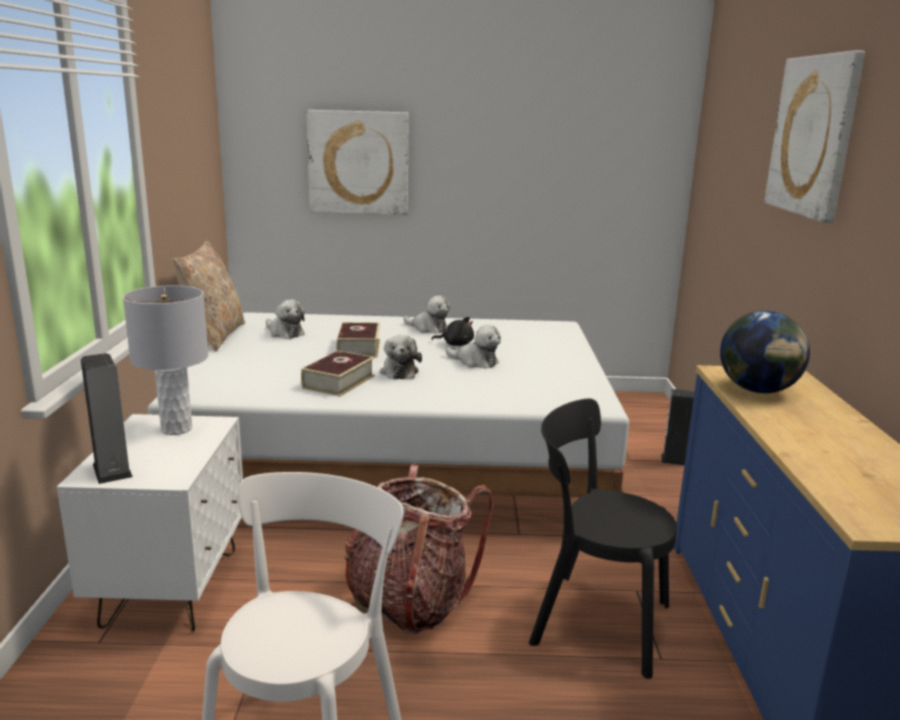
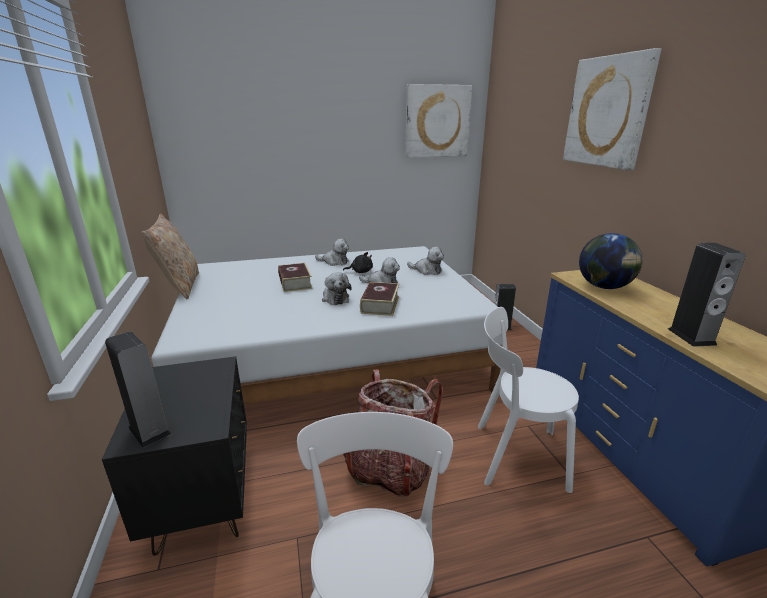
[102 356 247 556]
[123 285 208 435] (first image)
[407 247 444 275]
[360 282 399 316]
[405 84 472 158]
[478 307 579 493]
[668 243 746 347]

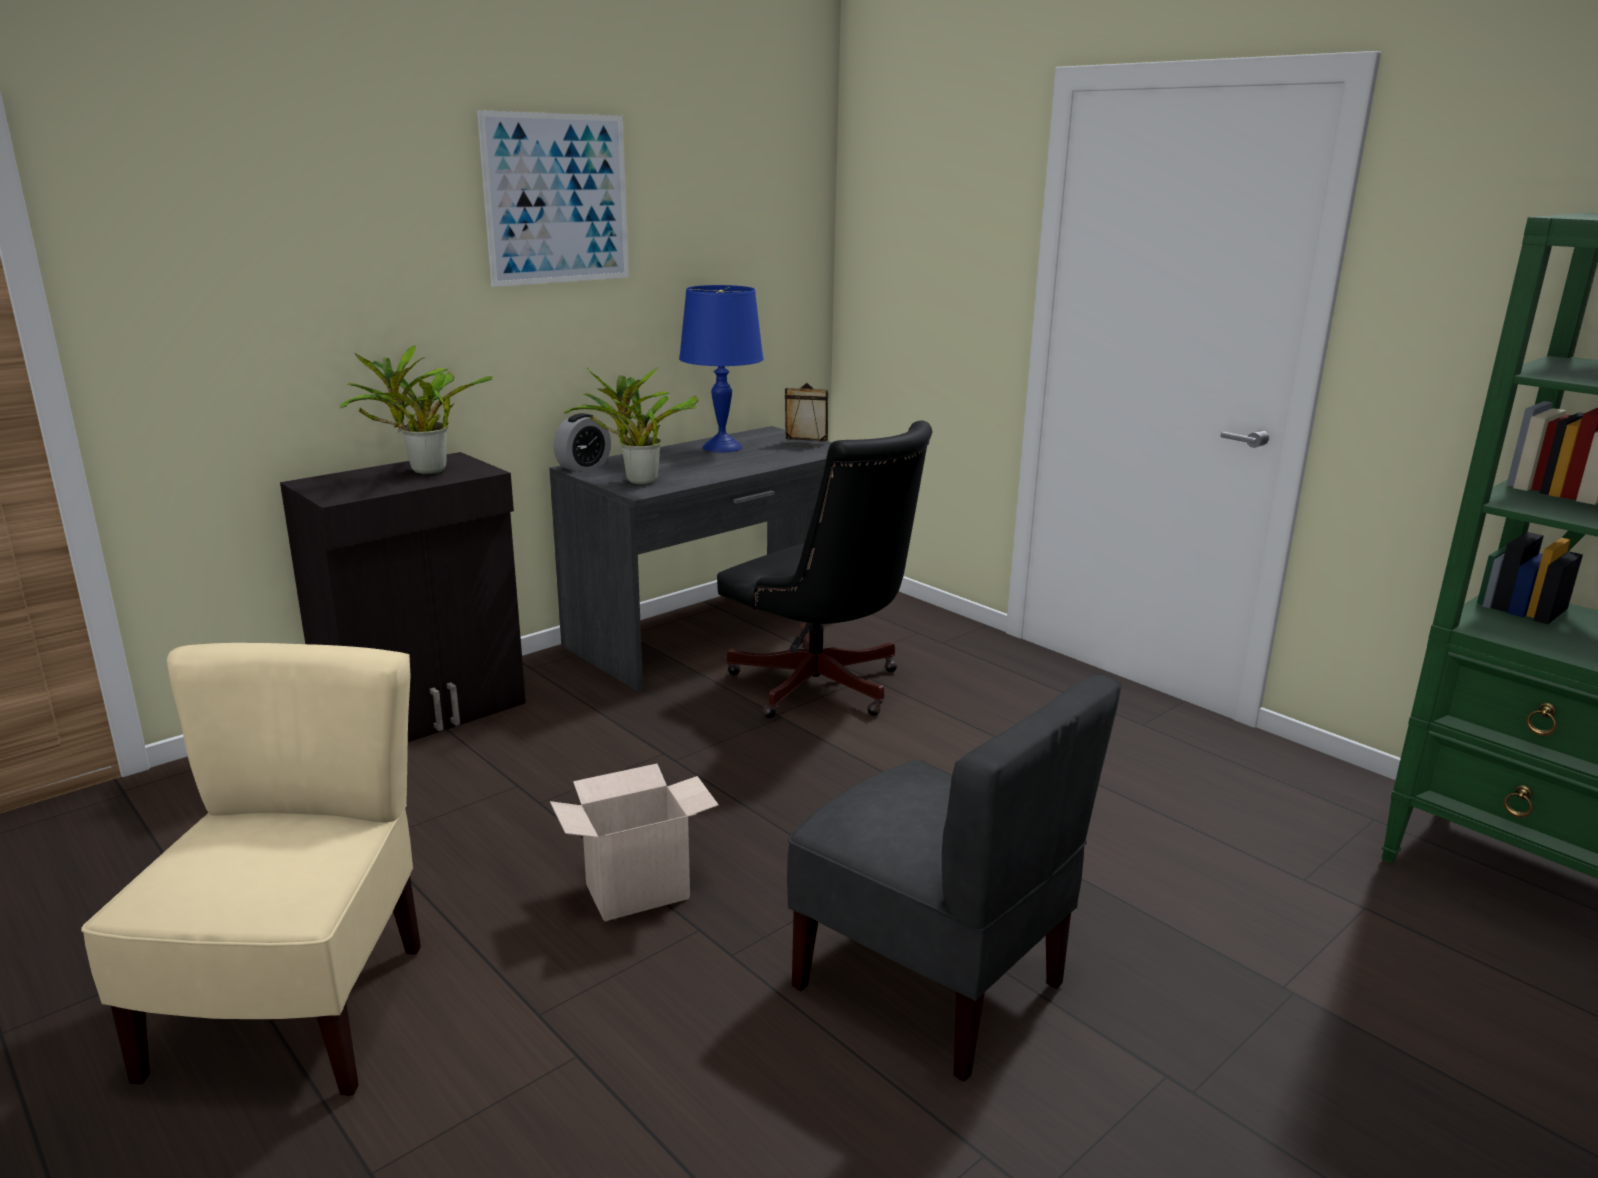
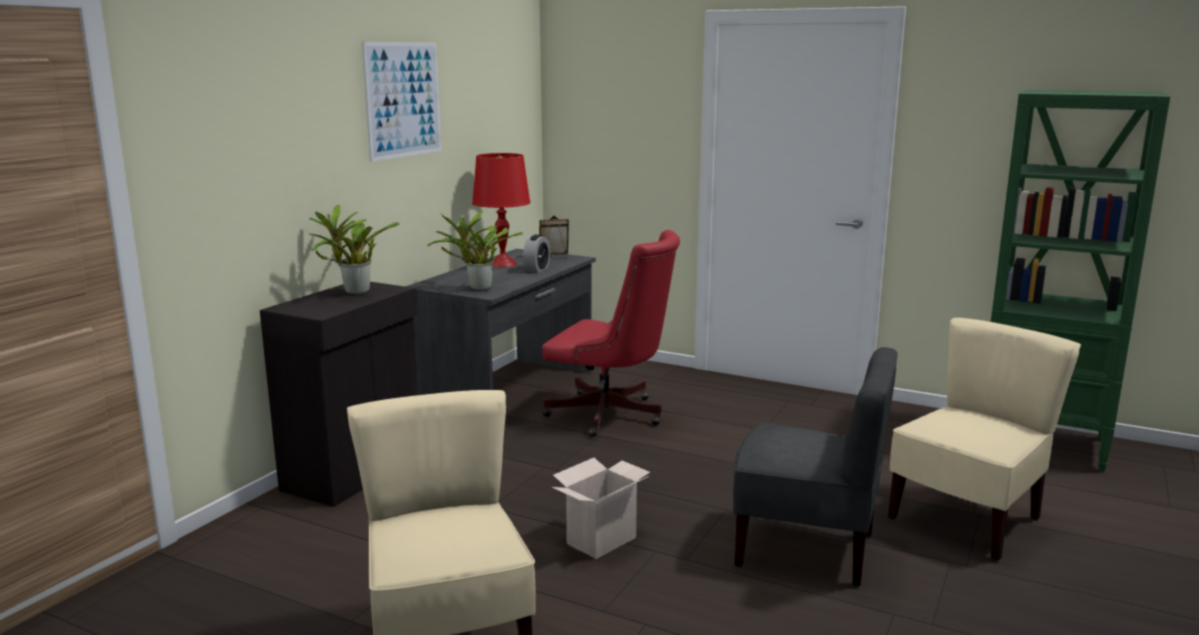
[523 234 551 273]
[472 153 530 267]
[542 230 680 437]
[888 318 1081 561]

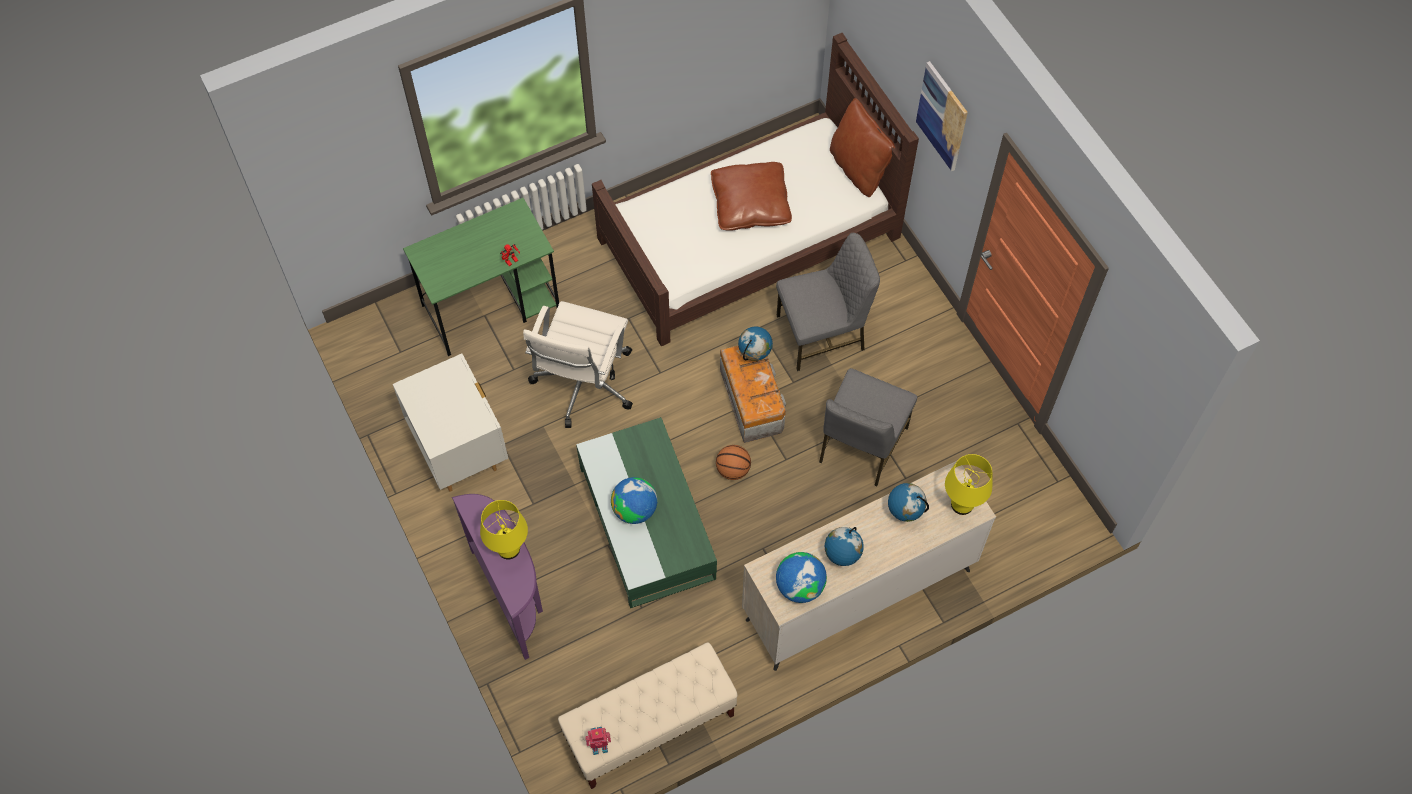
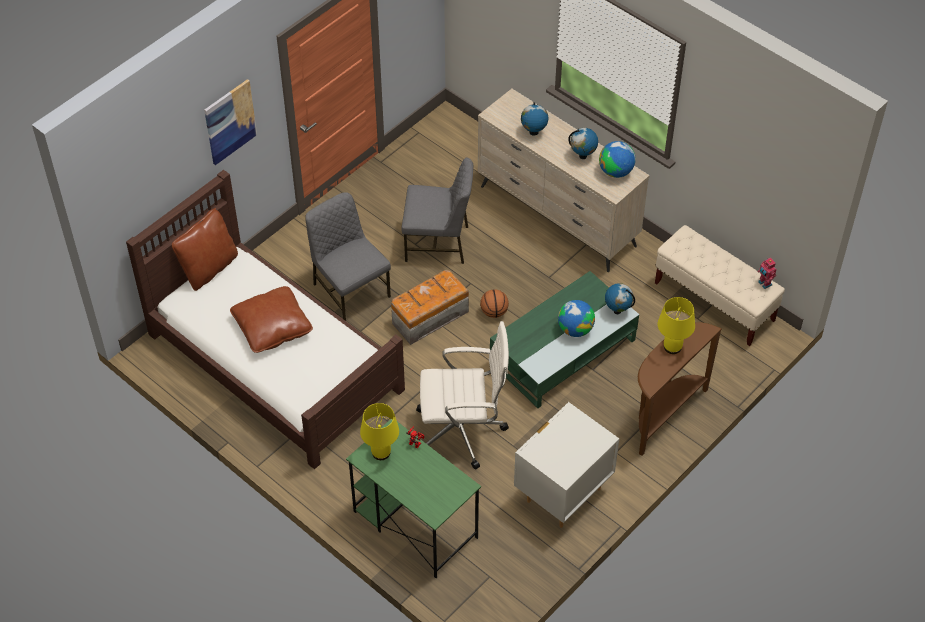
[638 322 722 456]
[605 283 635 314]
[360 403 399 460]

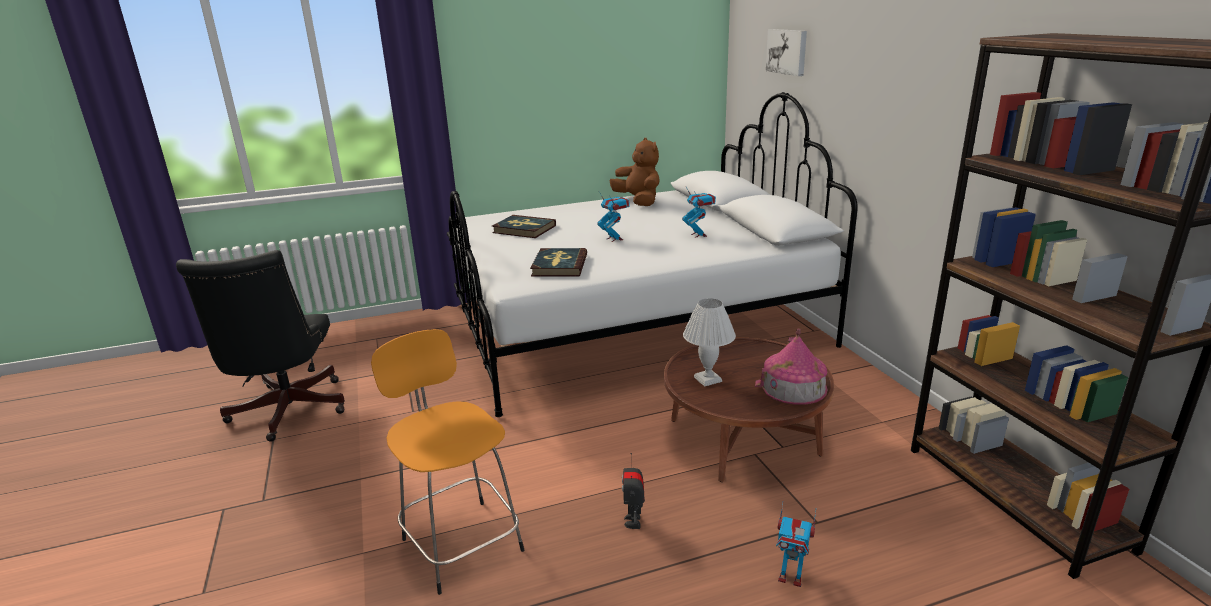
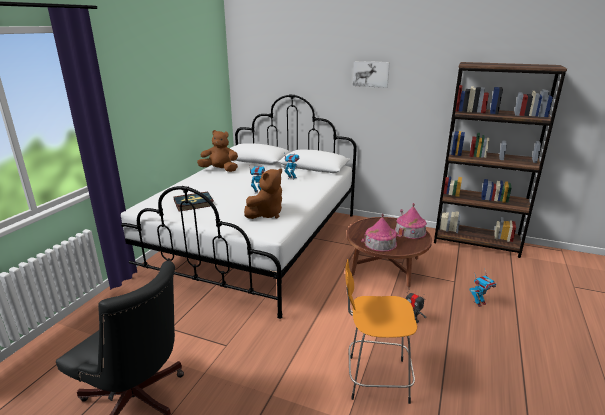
[244 168 282 219]
[361 214 397 252]
[353 61 390 88]

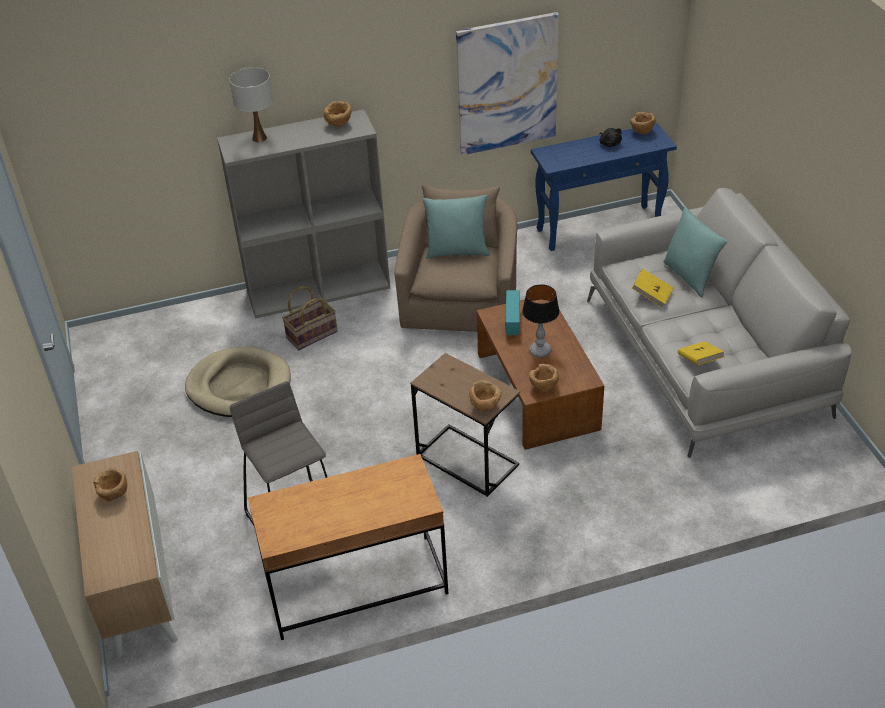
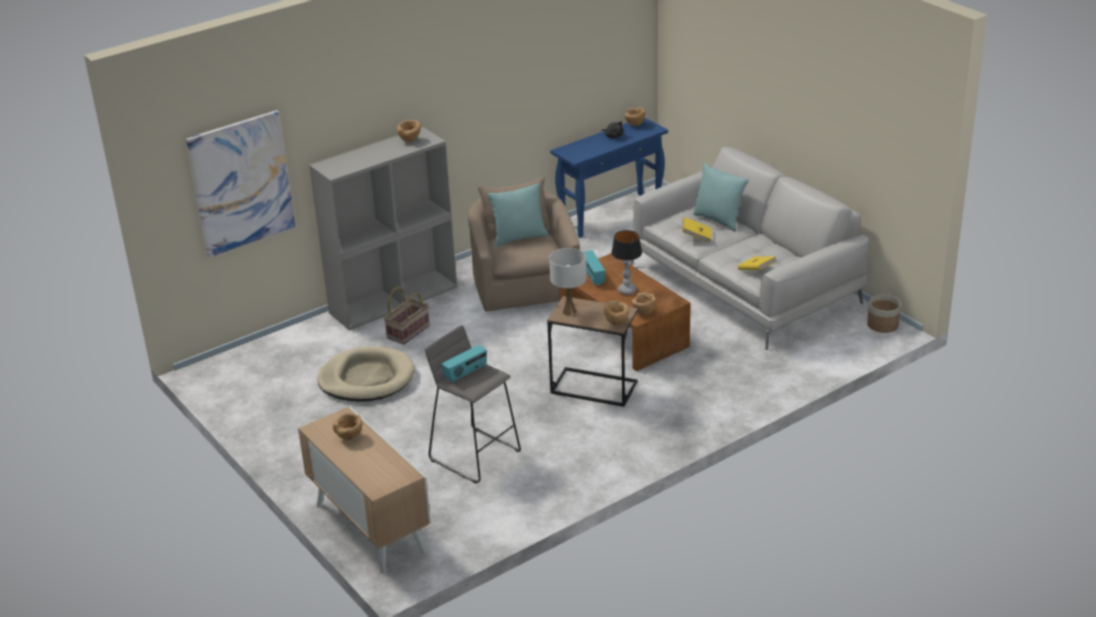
[549 248 587 316]
[248 454 448 640] (first image)
[186 110 295 257]
[441 345 487 383]
[867 295 901 333]

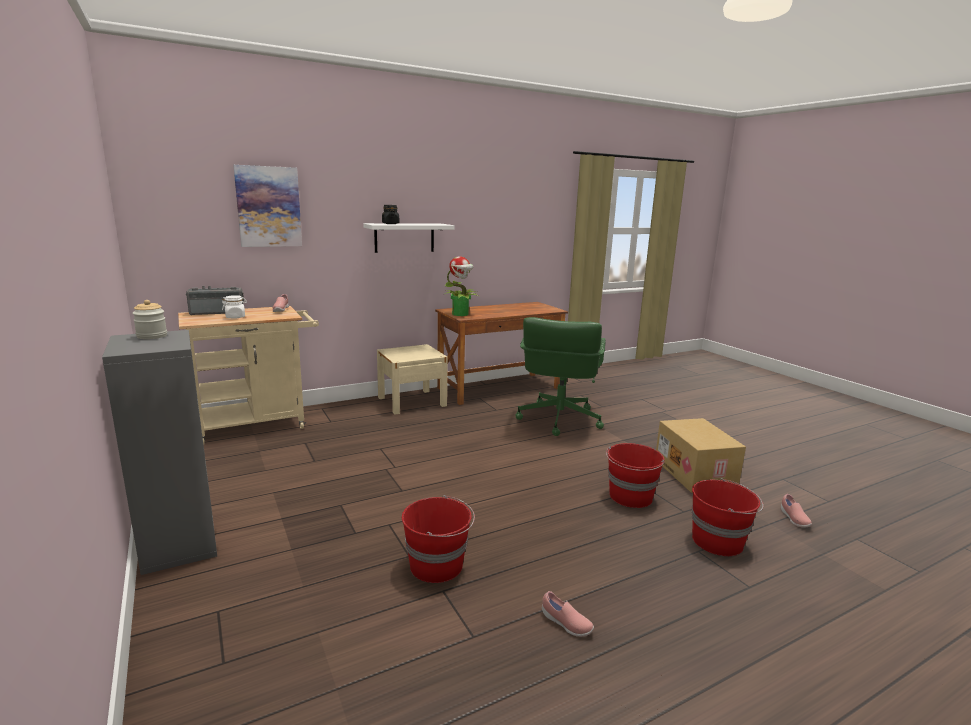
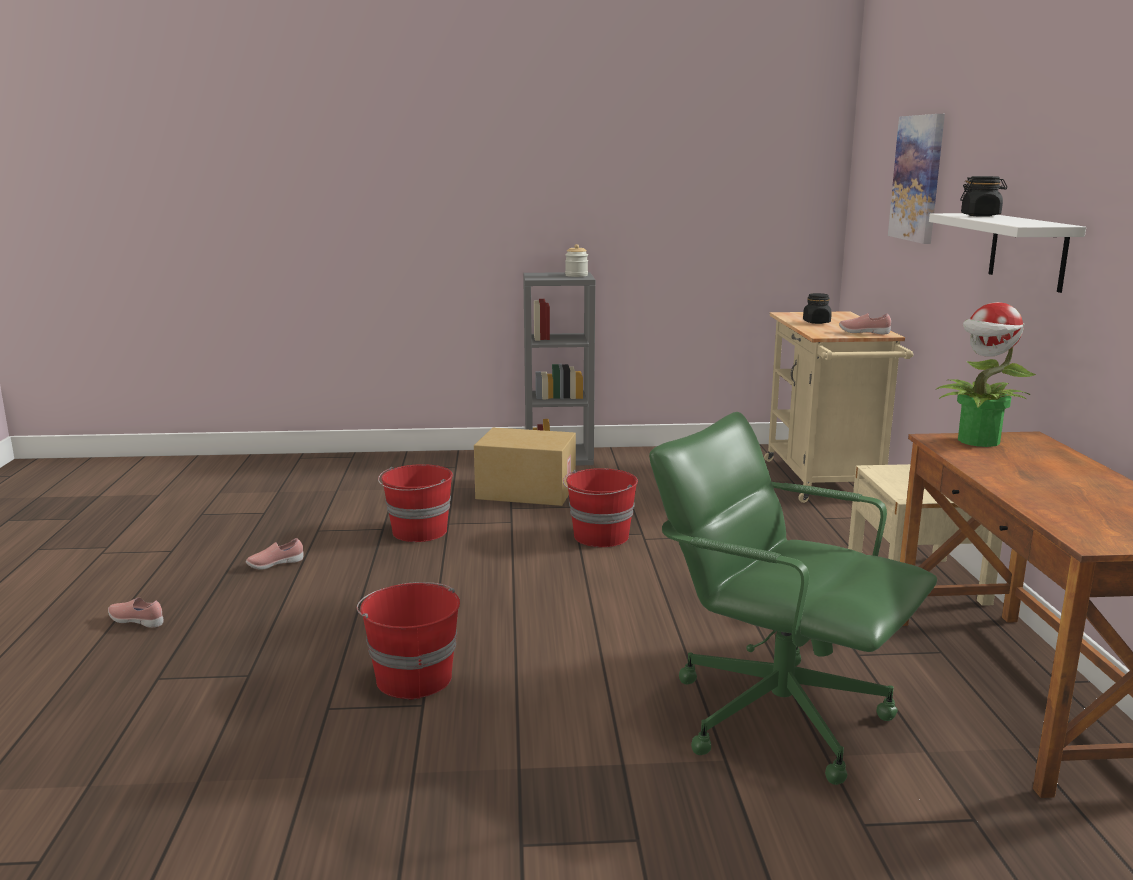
[186 286 244 315] (first image)
[803 293 832 324]
[474 427 576 506]
[563 468 638 547]
[108 598 164 628]

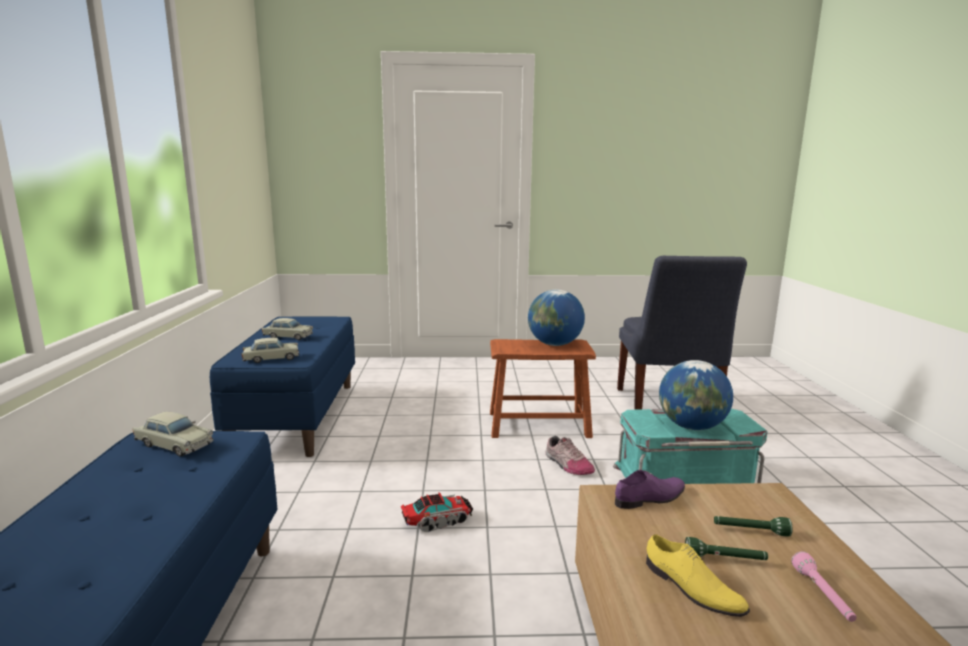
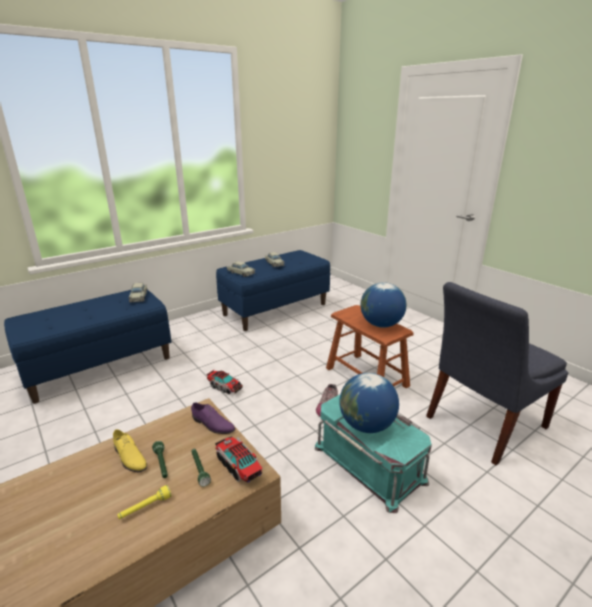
[113 429 147 472]
[117 485 171 519]
[215 436 263 483]

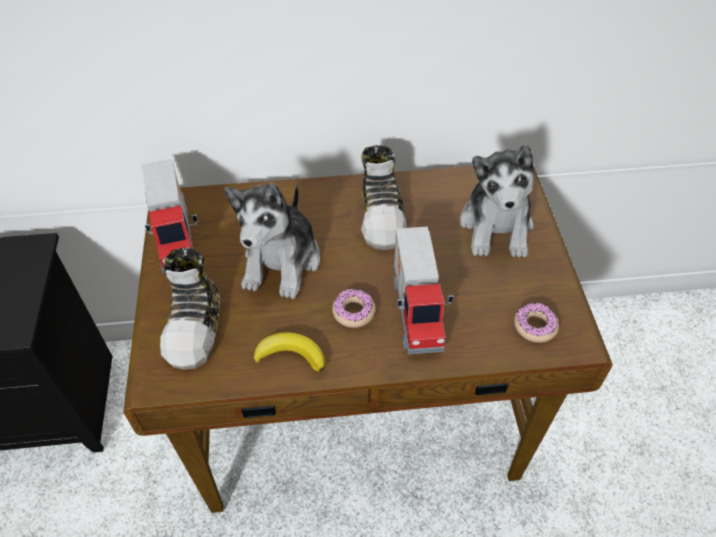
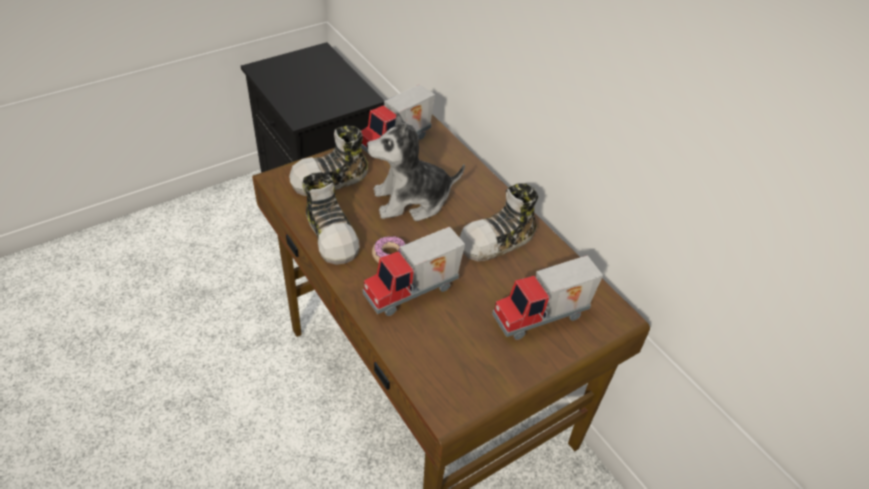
[302 172 360 265]
[492 255 603 340]
[514 303 559 343] (first image)

